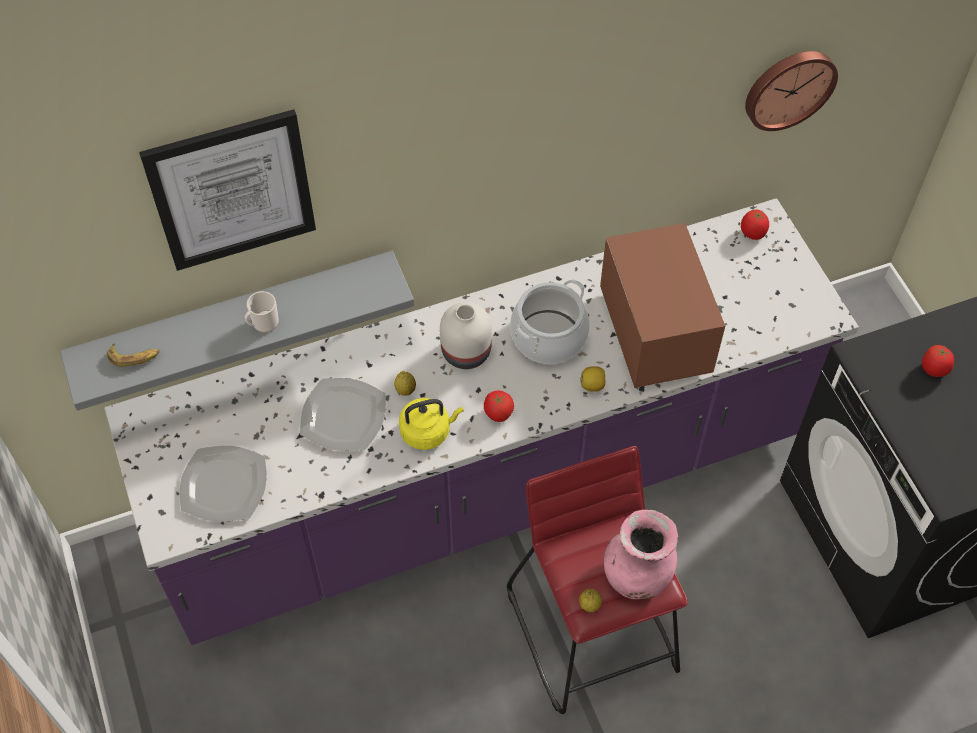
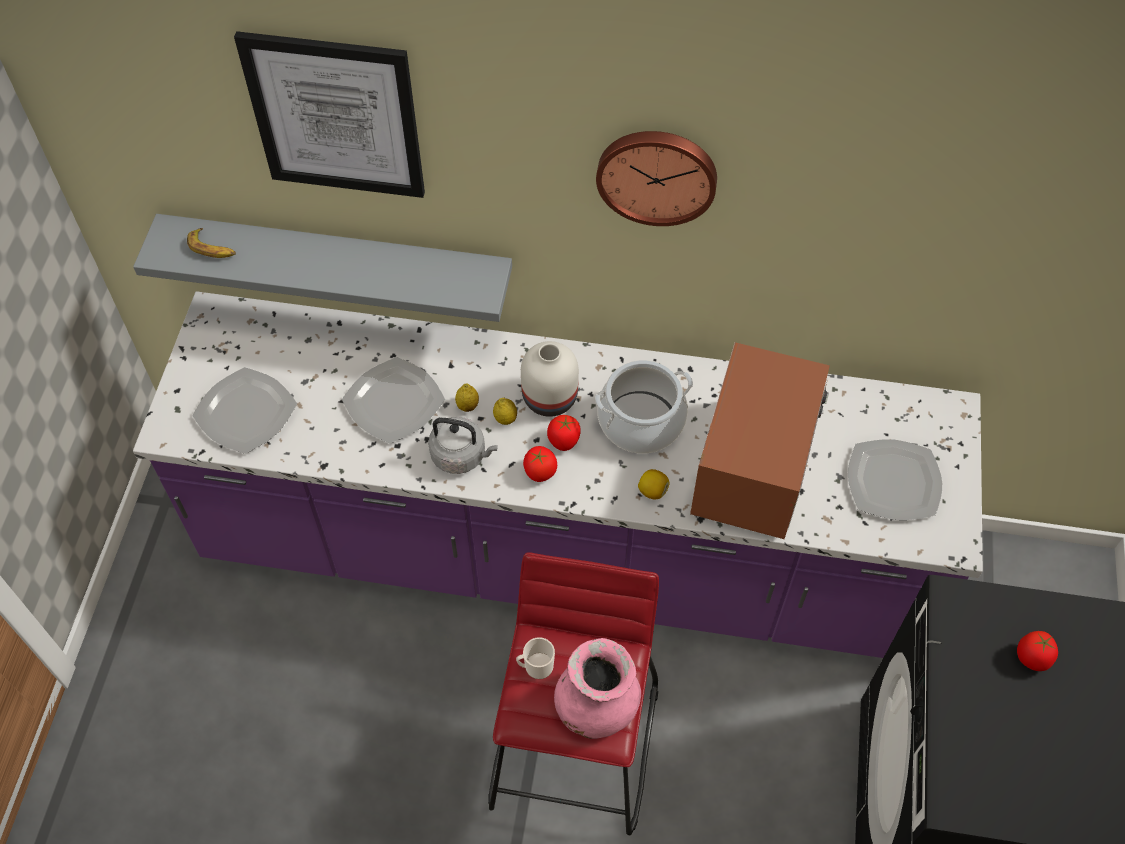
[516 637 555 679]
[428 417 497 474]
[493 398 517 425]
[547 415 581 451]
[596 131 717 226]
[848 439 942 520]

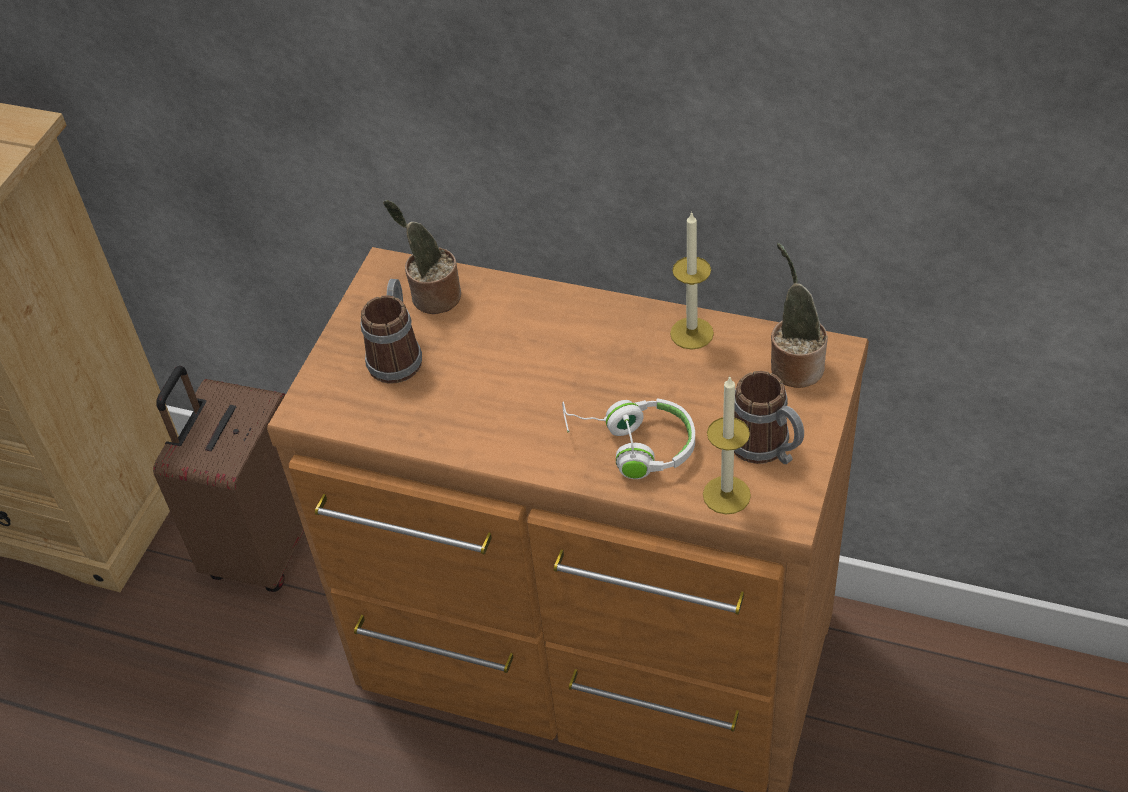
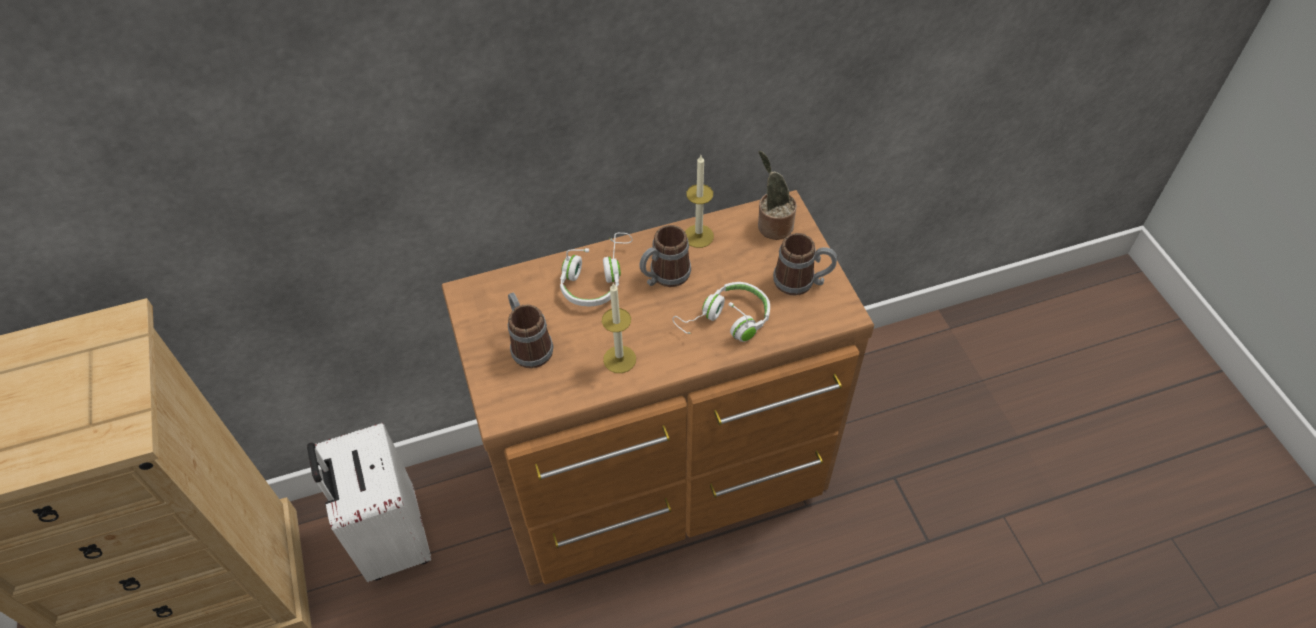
[307 423 431 582]
[383 200 461 314] (first image)
[602 283 636 373]
[560 233 633 306]
[639 225 691 287]

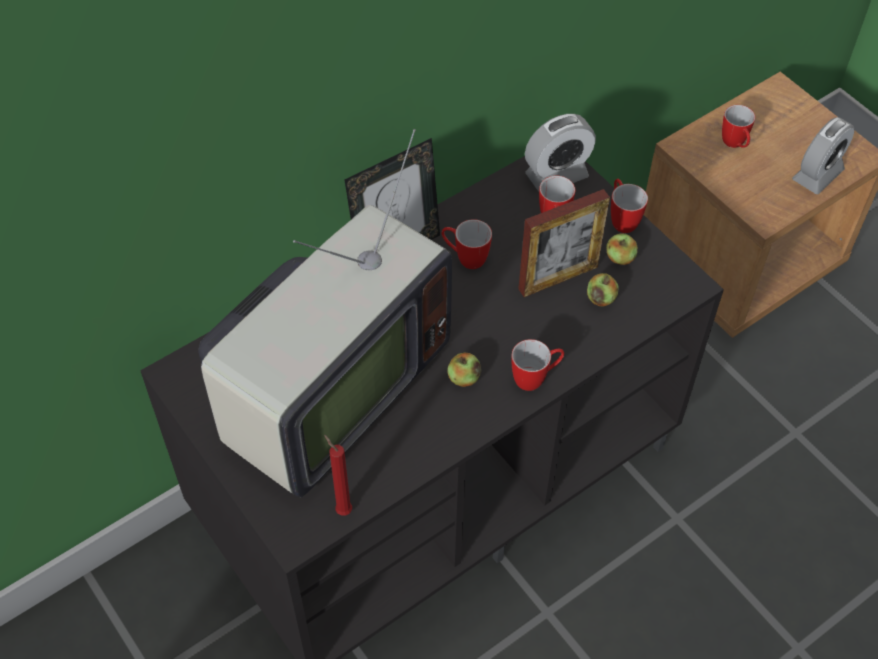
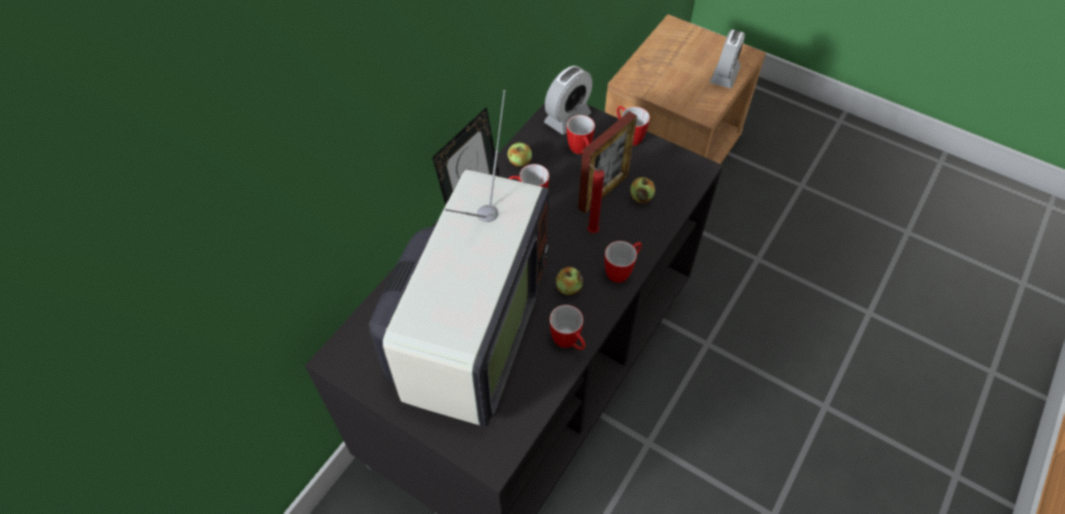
[587 163 605 233]
[507 142 532 167]
[549 305 586 350]

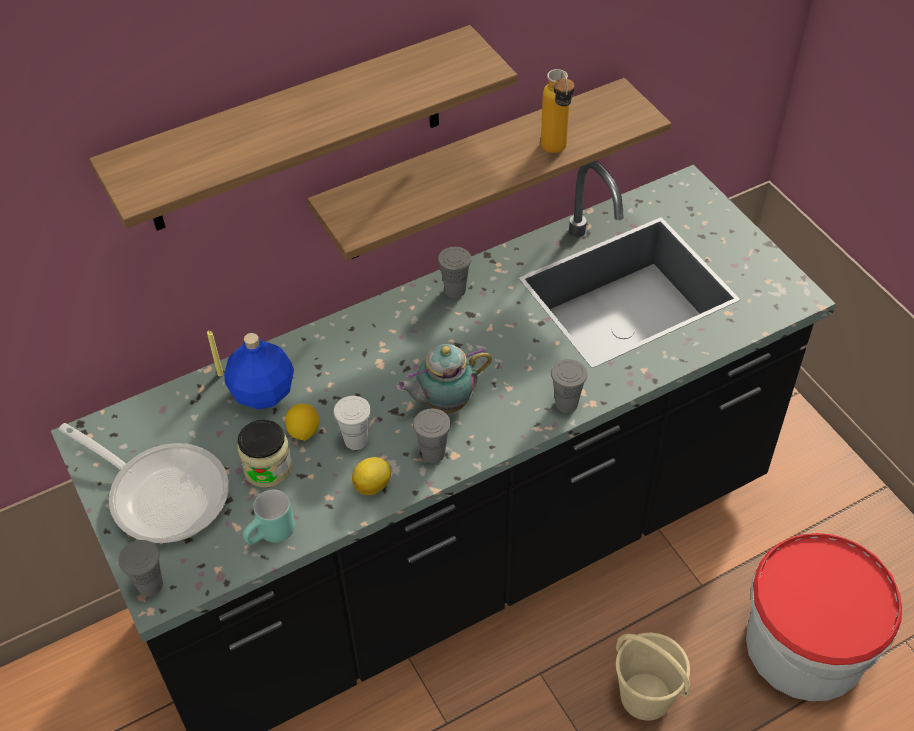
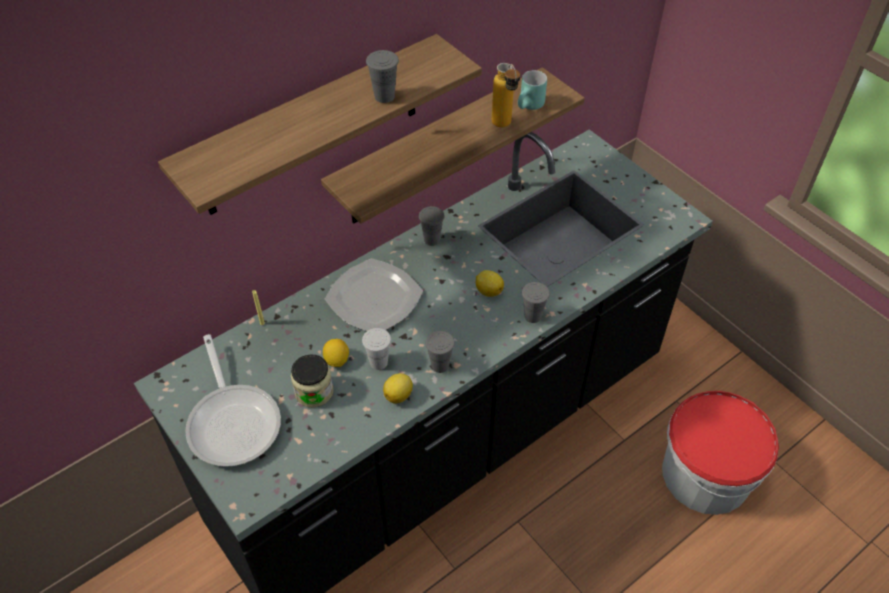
[185 334 281 467]
[366 50 399 103]
[224 333 294 410] (first image)
[518 70 547 110]
[396 344 492 413] (first image)
[616 633 690 721] (first image)
[325 258 423 331]
[476 270 504 297]

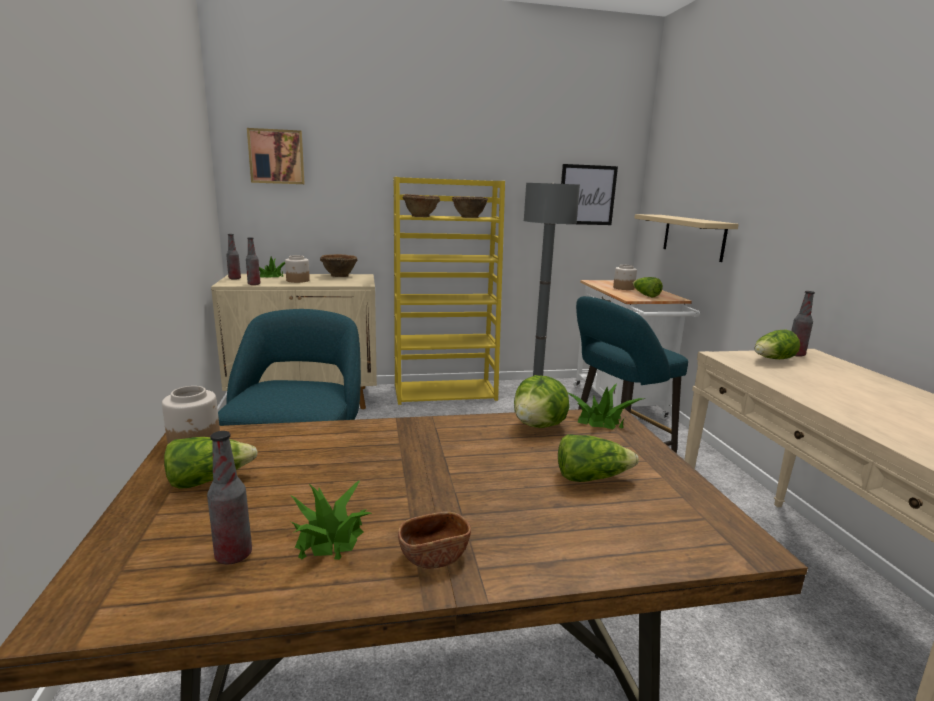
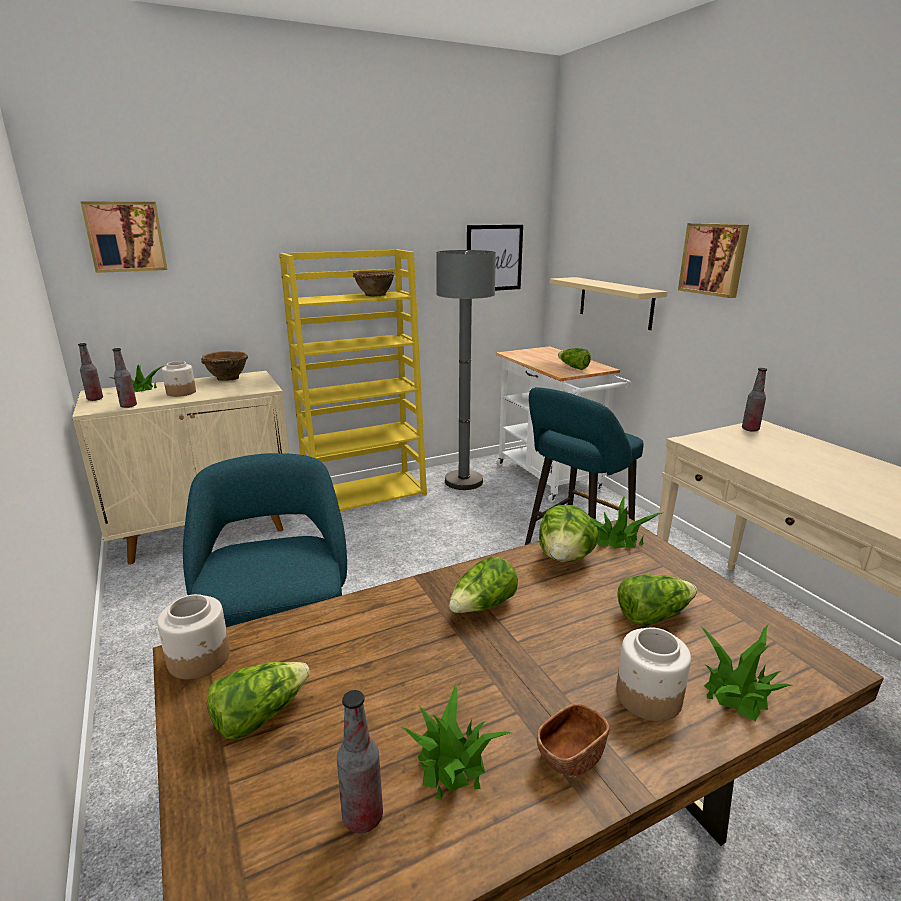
[403 194 440 217] (first image)
[616 627 691 721]
[449 557 518 613]
[678 223 749 298]
[702 625 792 721]

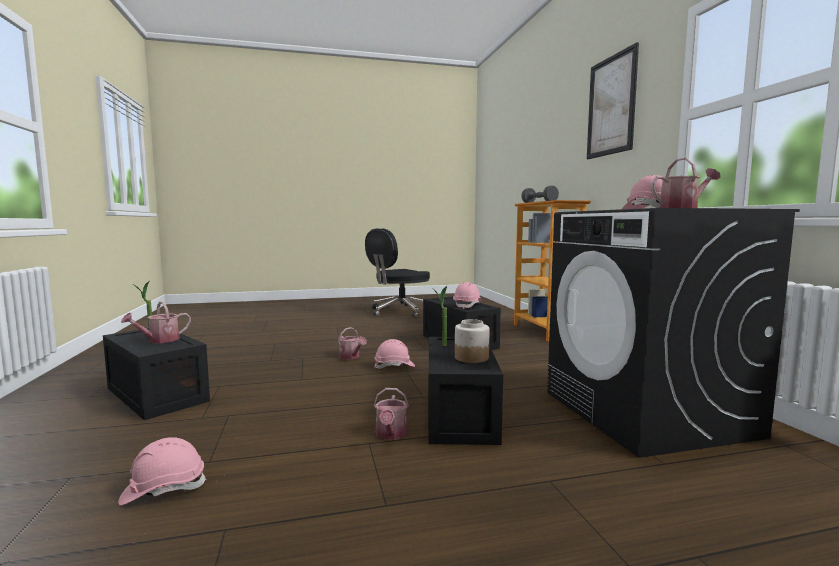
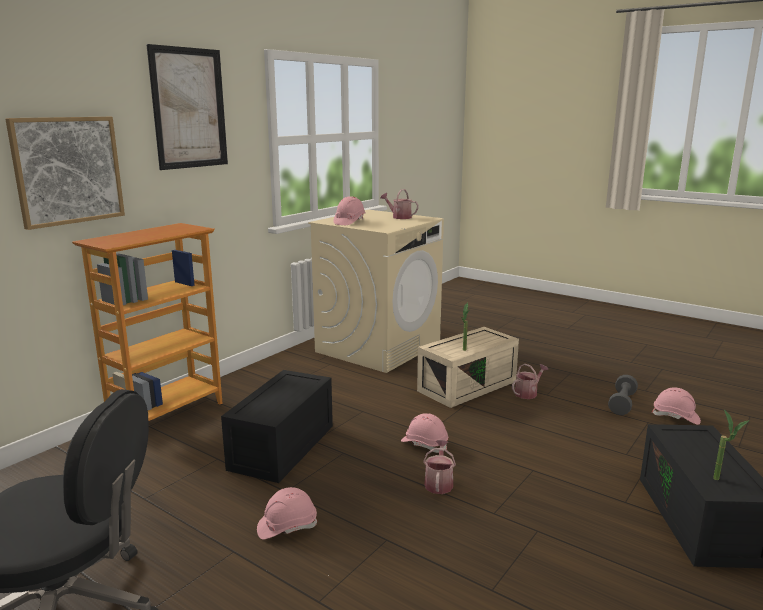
[121 301 191 343] (first image)
[417 327 519 408]
[257 487 317 539]
[455 319 489 363] (first image)
[608 375 638 415]
[308 210 444 373]
[5 117 125 230]

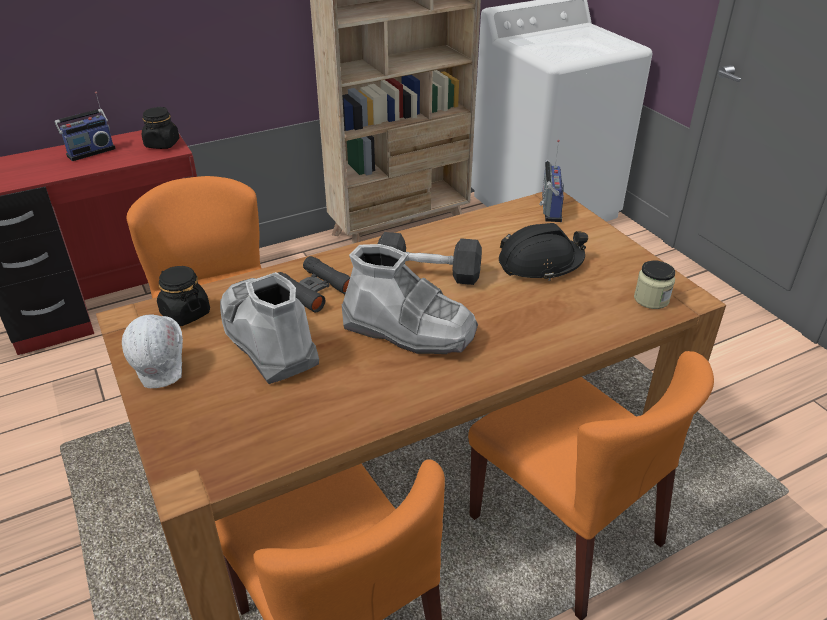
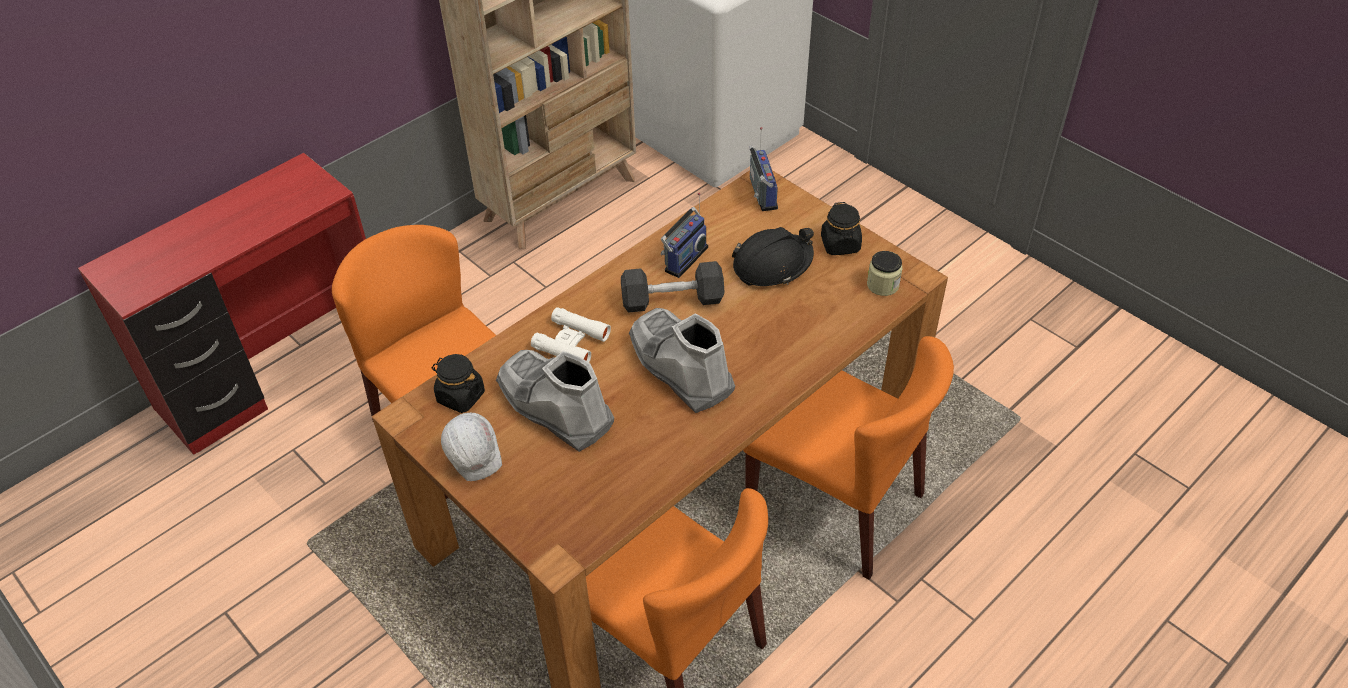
[661 192 708 278]
[821 202 862 255]
[531 307 611 363]
[629 308 735 413]

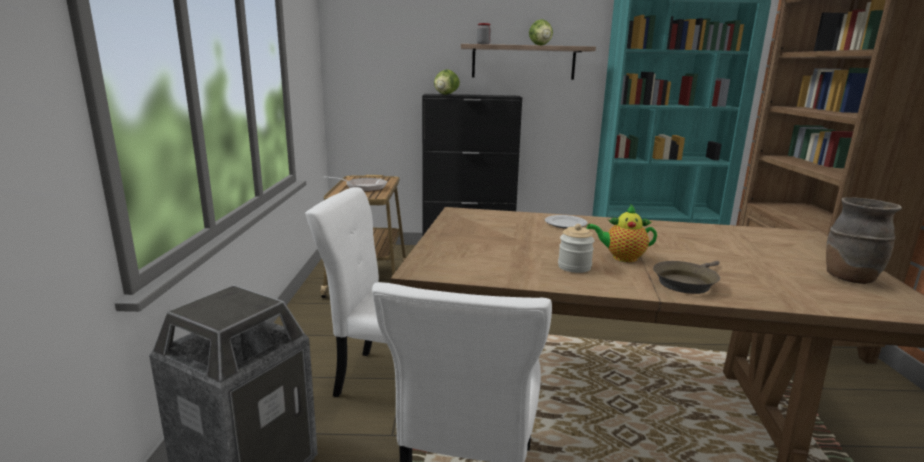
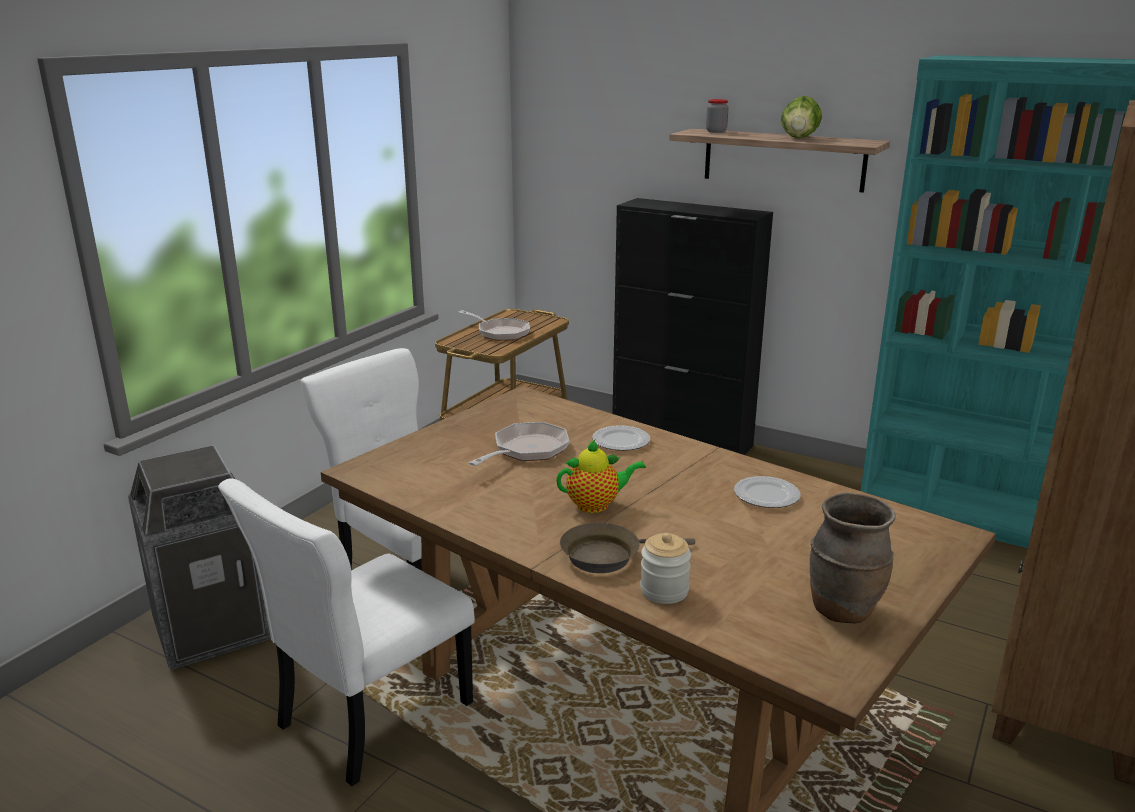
[434 69 460 94] (first image)
[640 533 691 604]
[556 440 646 513]
[469 422 569 466]
[734 476 801 508]

